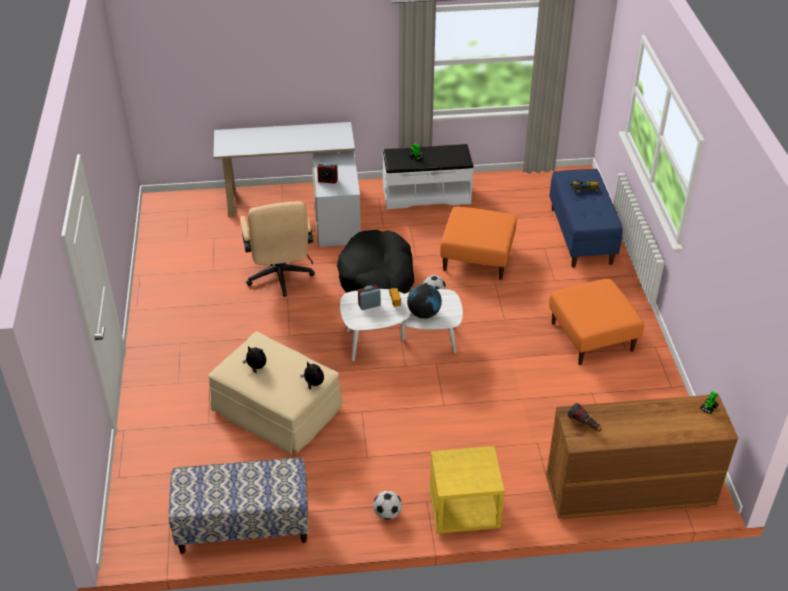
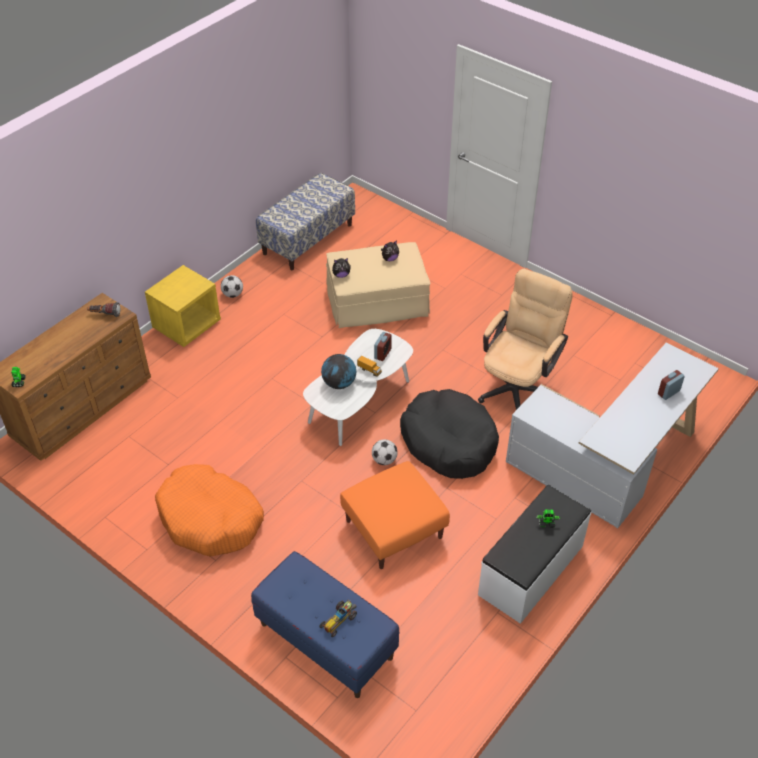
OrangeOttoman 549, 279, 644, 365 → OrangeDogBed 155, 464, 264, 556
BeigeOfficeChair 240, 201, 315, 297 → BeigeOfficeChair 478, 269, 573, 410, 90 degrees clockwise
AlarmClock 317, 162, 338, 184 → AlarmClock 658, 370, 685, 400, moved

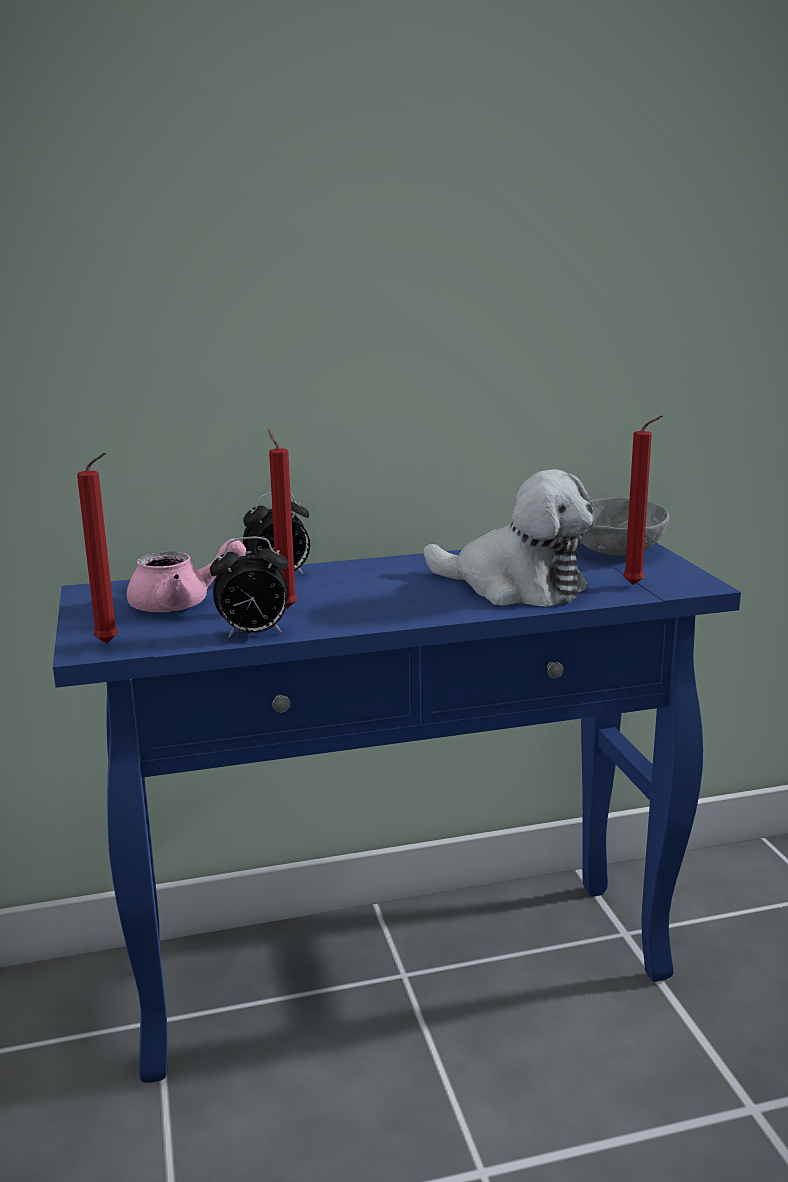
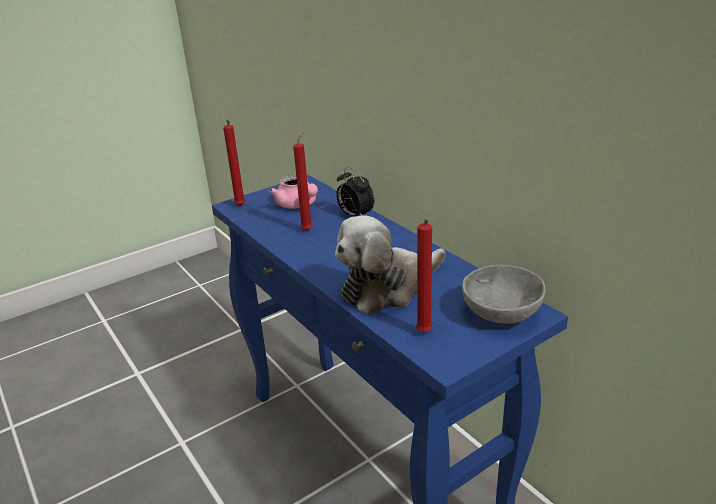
PlushToy 423, 469, 594, 607 → PlushToy 335, 215, 445, 314, 45 degrees clockwise
AlarmClock 210, 537, 288, 638 → -

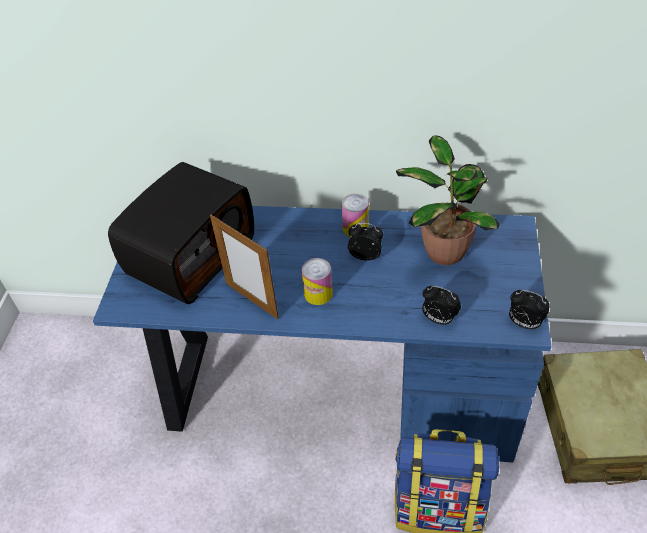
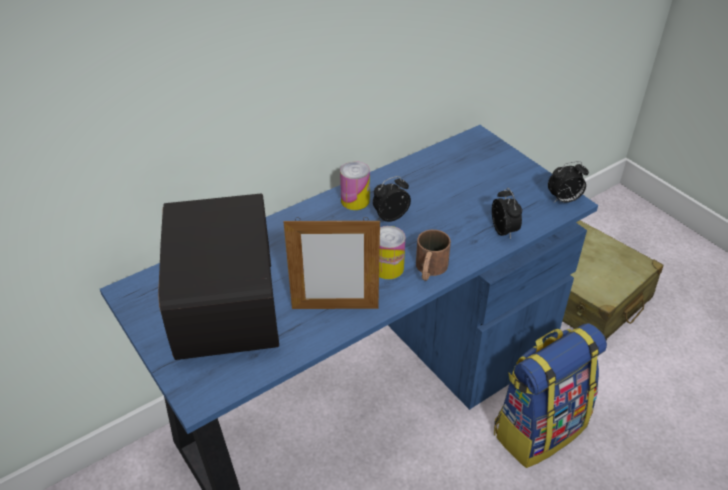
- → BrownMug 416, 230, 451, 281
AlarmClock 422, 286, 461, 325 → AlarmClock 492, 188, 522, 239, 90 degrees counterclockwise
PottedPlant 396, 135, 500, 265 → -

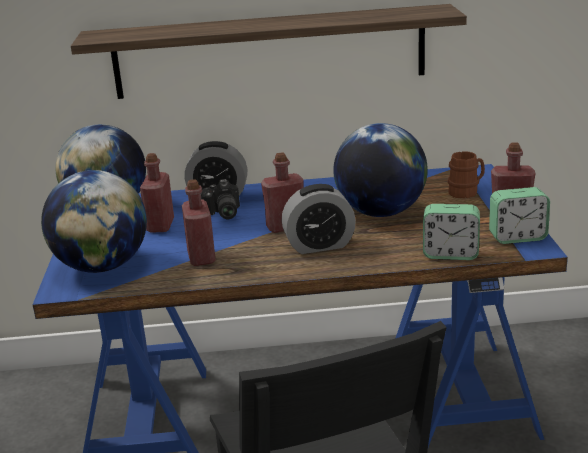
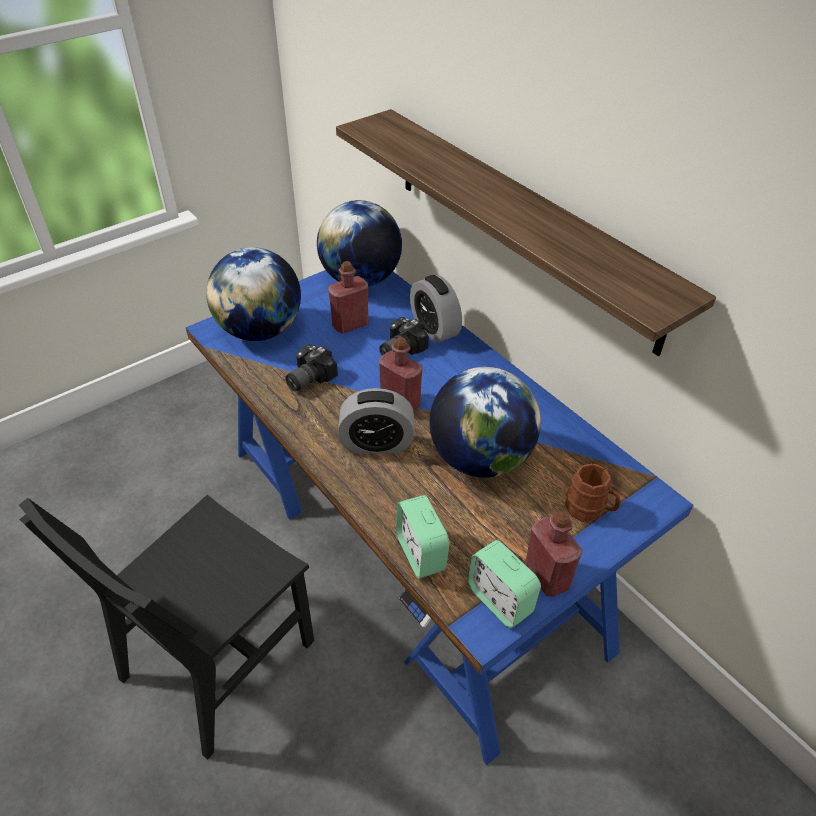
RedBottle 182, 179, 216, 266 → PhotoCamera 285, 344, 338, 391
AlarmClock 282, 184, 356, 254 → AlarmClock 338, 388, 414, 454, 45 degrees counterclockwise

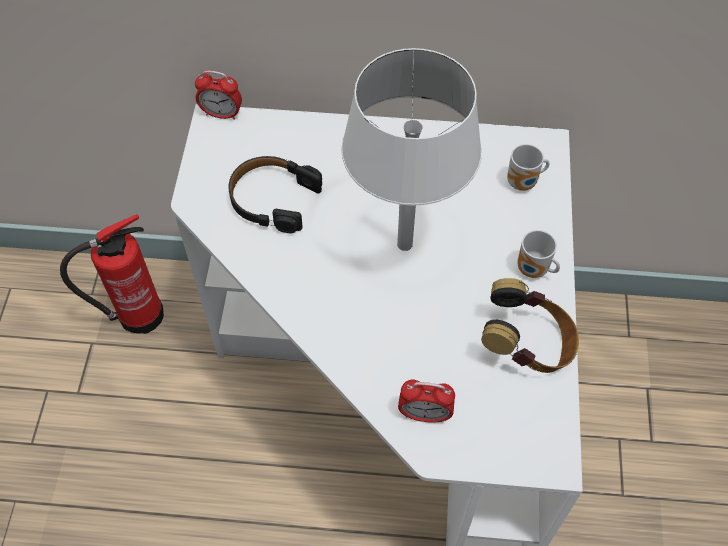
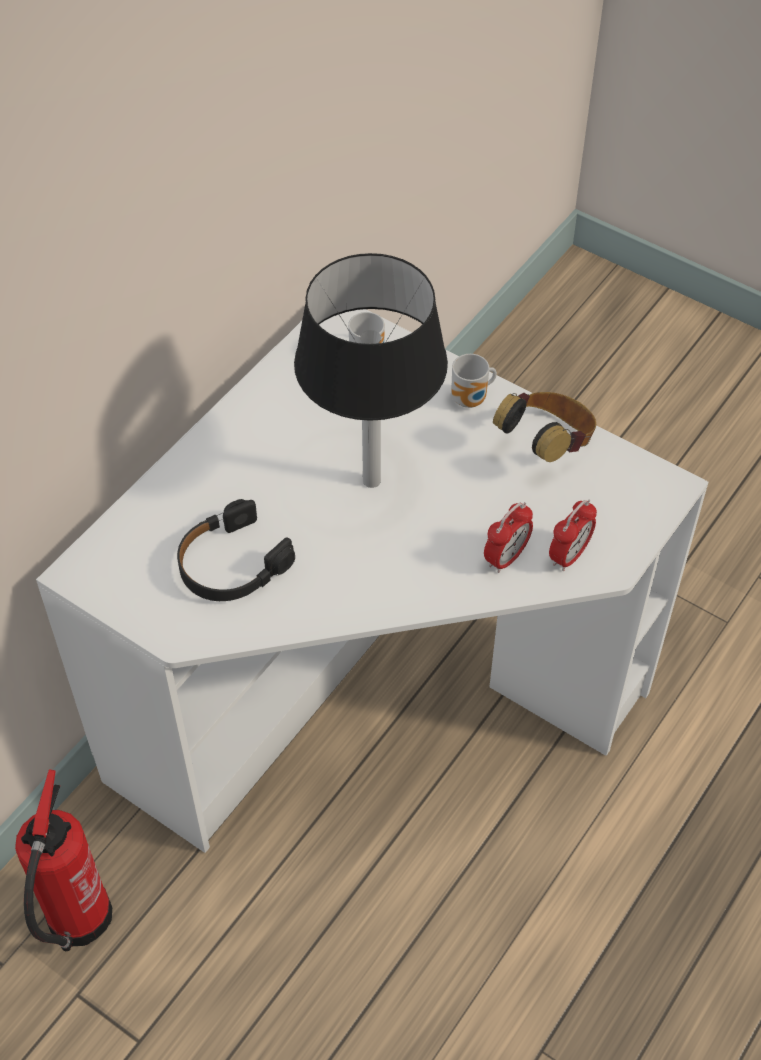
WhiteTableLamp 341, 48, 482, 251 → BlackTableLamp 294, 253, 448, 488
AlarmClock 195, 70, 242, 120 → AlarmClock 484, 502, 533, 573, moved

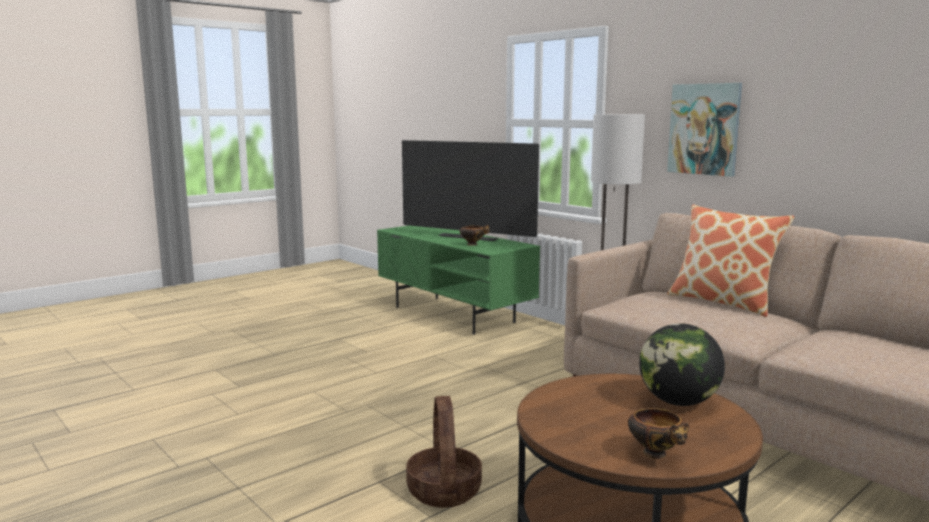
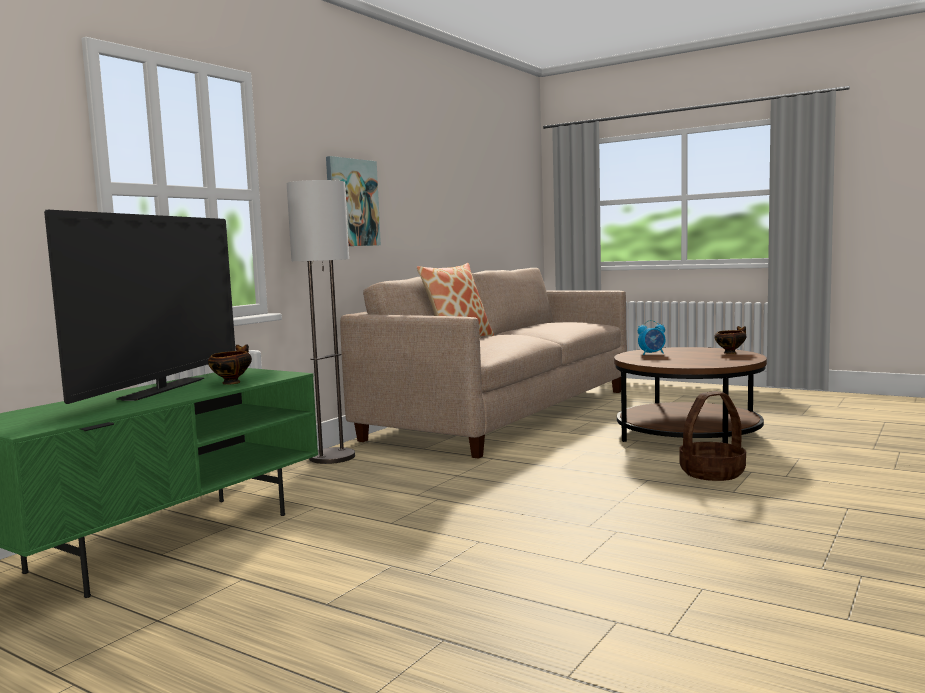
Globe 639, 323, 725, 406 → AlarmClock 638, 320, 665, 355

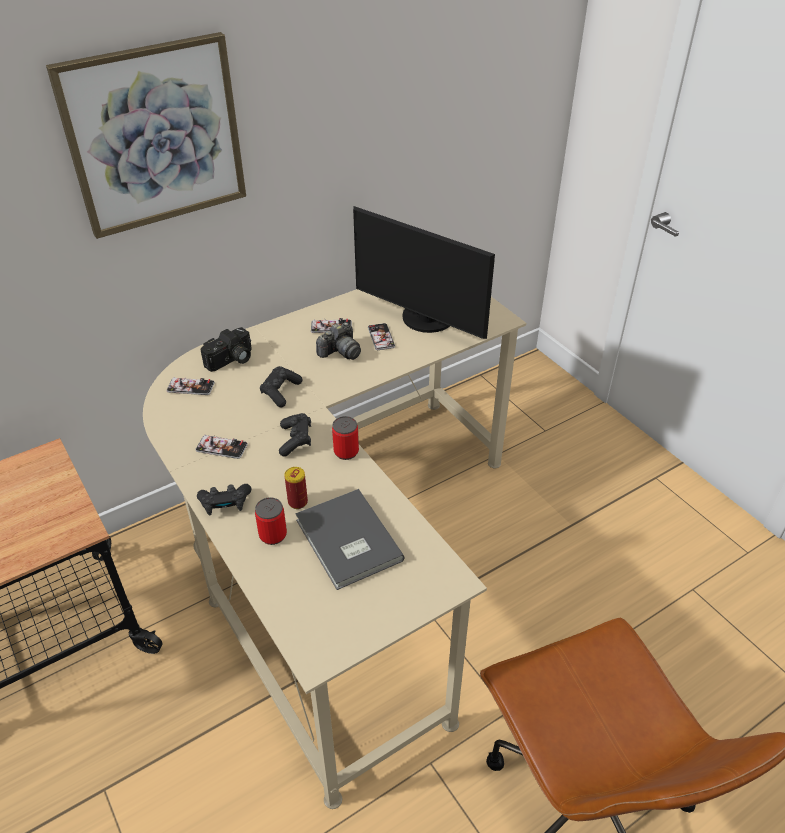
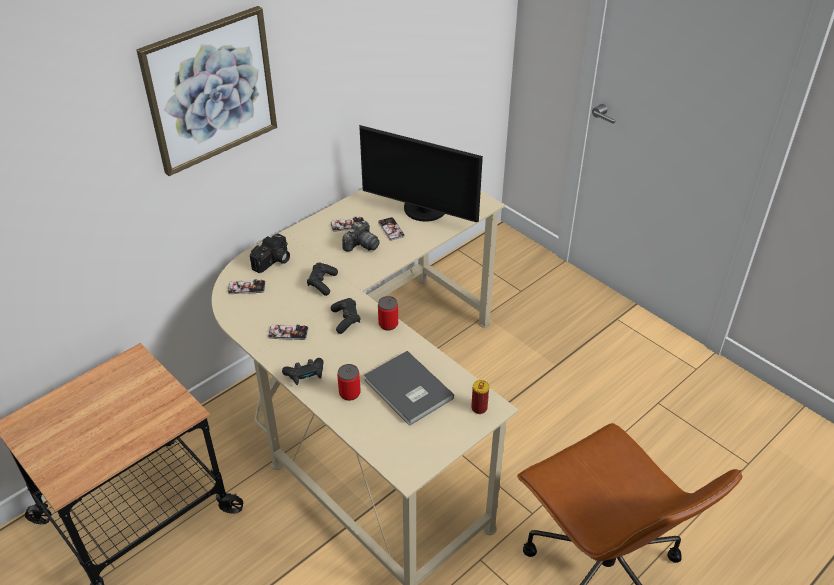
Can 284, 467, 308, 509 → Can 471, 380, 489, 414, moved

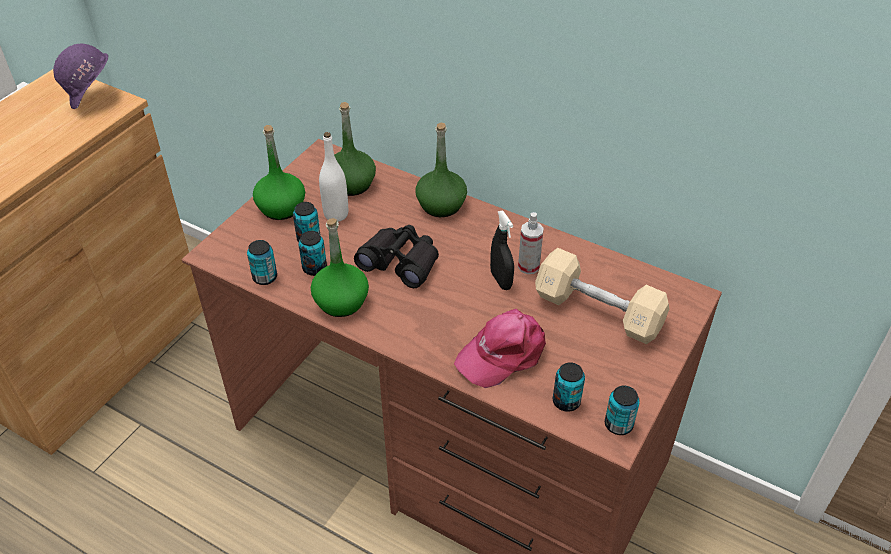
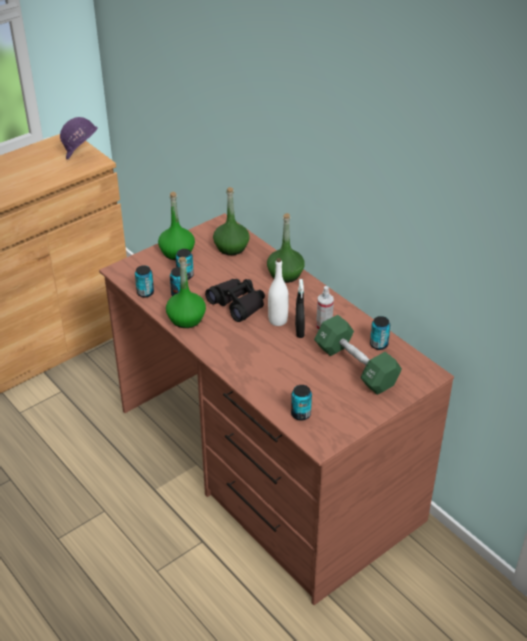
WhiteBottle 319, 132, 348, 222 → WhiteBottle 268, 258, 289, 326, moved
BeigeDumbbell 535, 248, 669, 344 → GreenDumbbell 314, 315, 402, 395
Can 605, 385, 640, 435 → Can 370, 316, 391, 350, moved
PinkCap 454, 309, 546, 388 → -

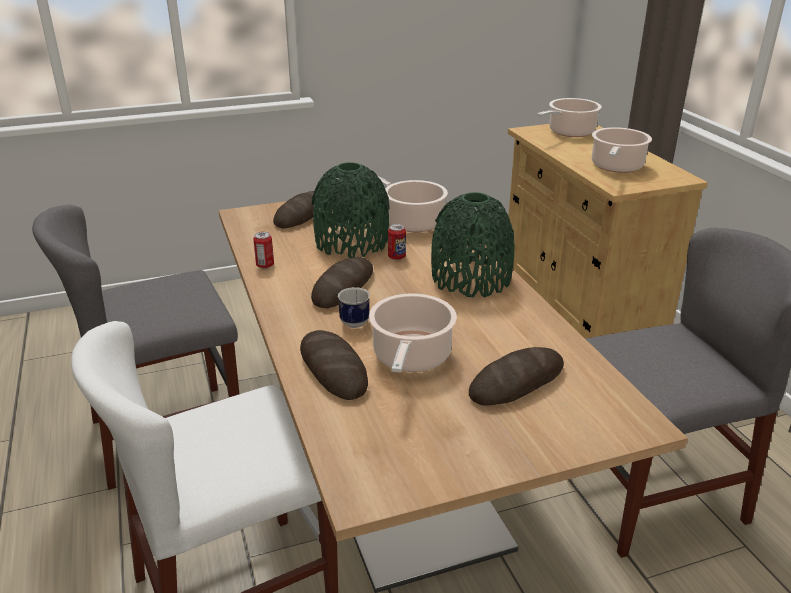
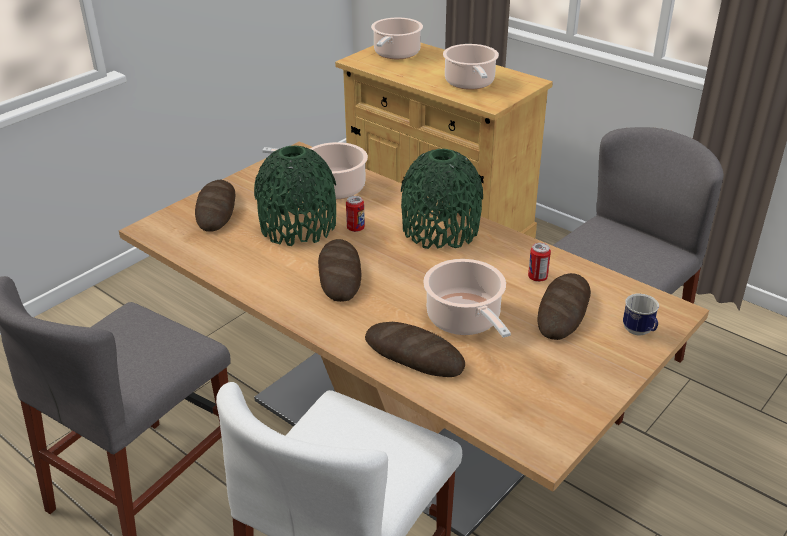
Can 253, 232, 274, 268 → Can 528, 243, 551, 282, moved
Mug 338, 287, 370, 328 → Mug 623, 294, 659, 336, moved

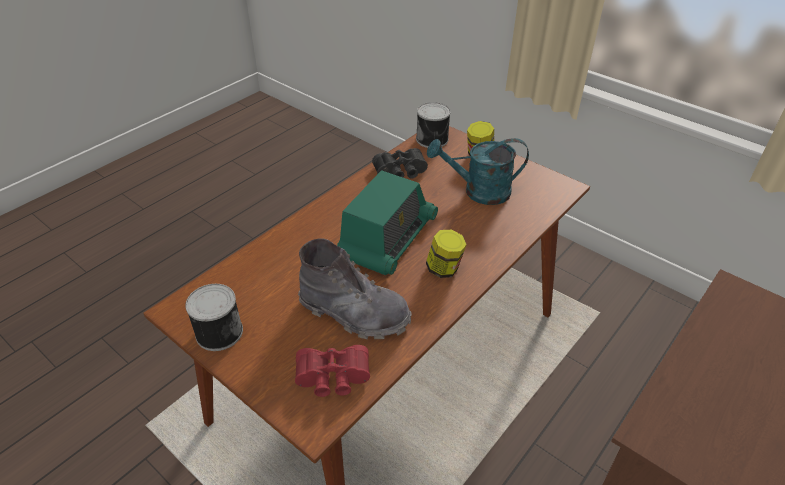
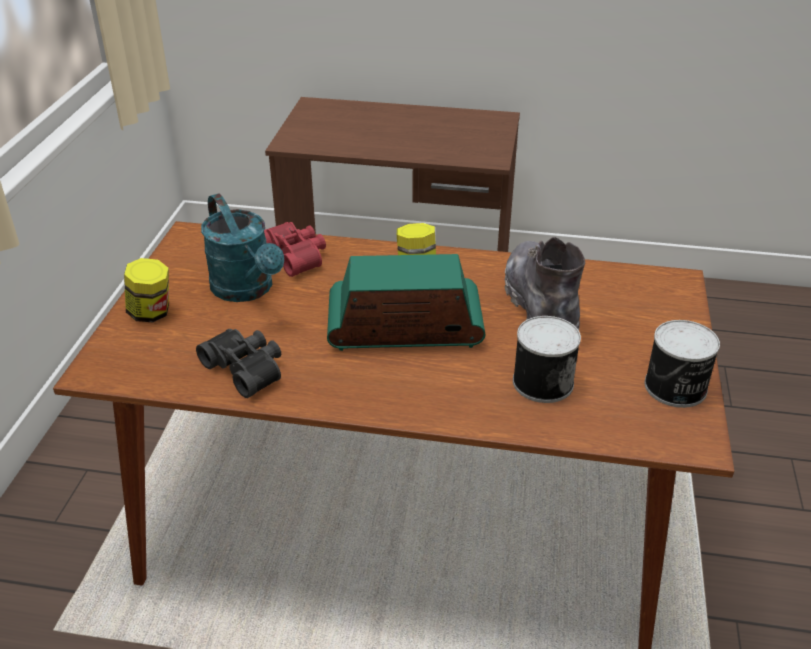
RedBinoculars 295, 345, 370, 397 → RedBinoculars 264, 222, 326, 277, moved
Can 416, 102, 451, 148 → Can 513, 316, 581, 403, moved

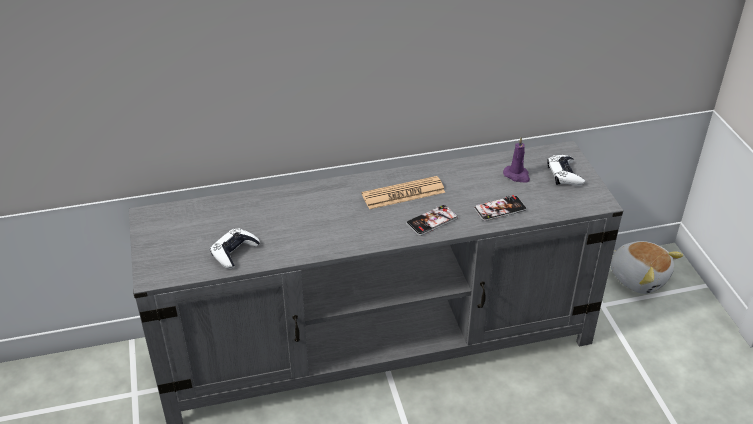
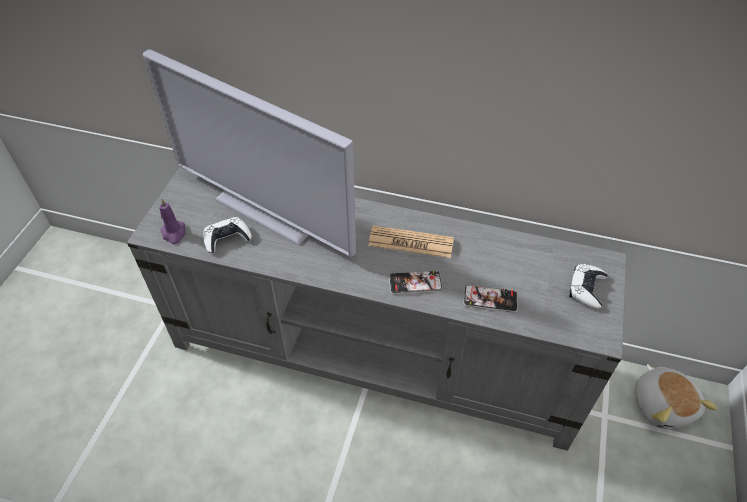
- → Television 143, 49, 356, 257
PurpleCandle 503, 137, 530, 182 → PurpleCandle 159, 199, 186, 244, moved

